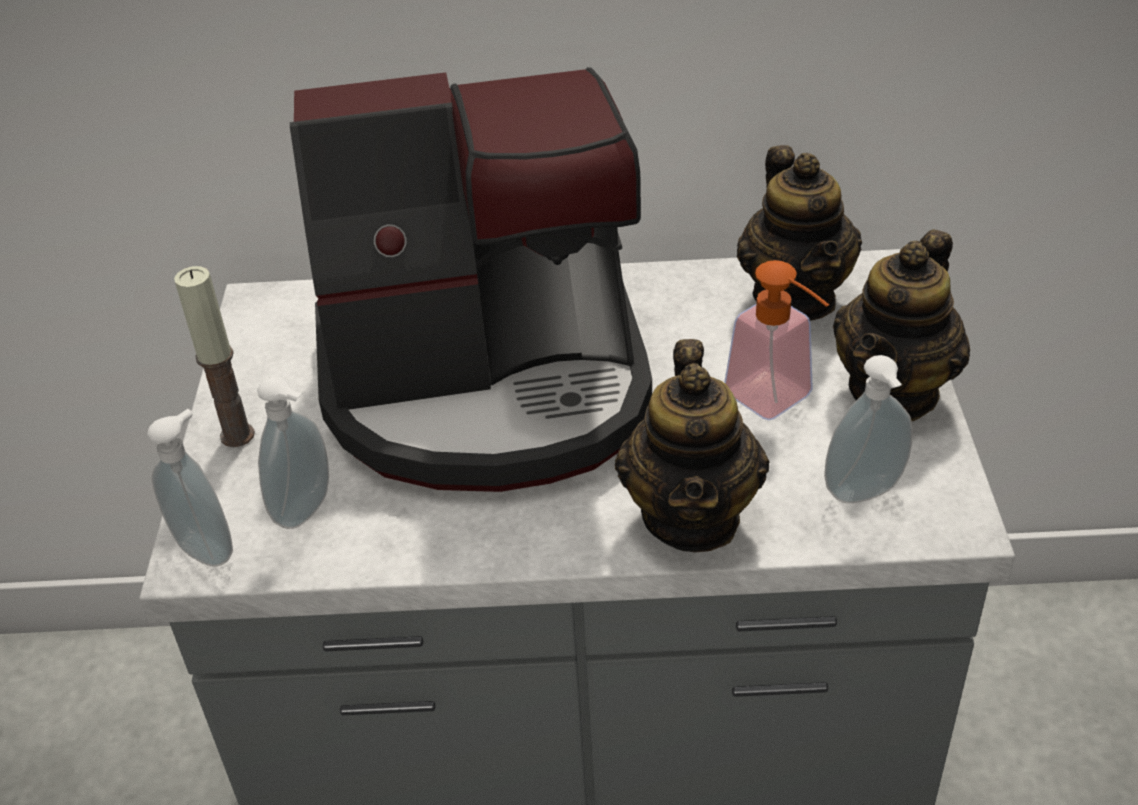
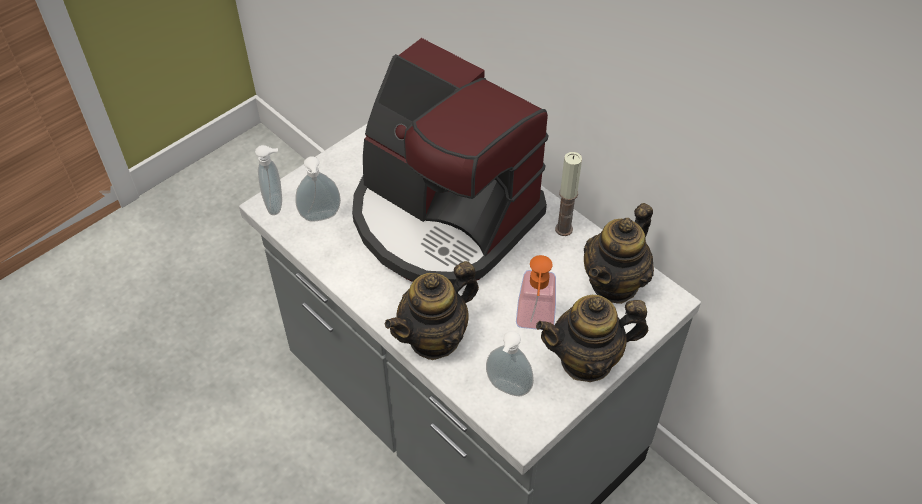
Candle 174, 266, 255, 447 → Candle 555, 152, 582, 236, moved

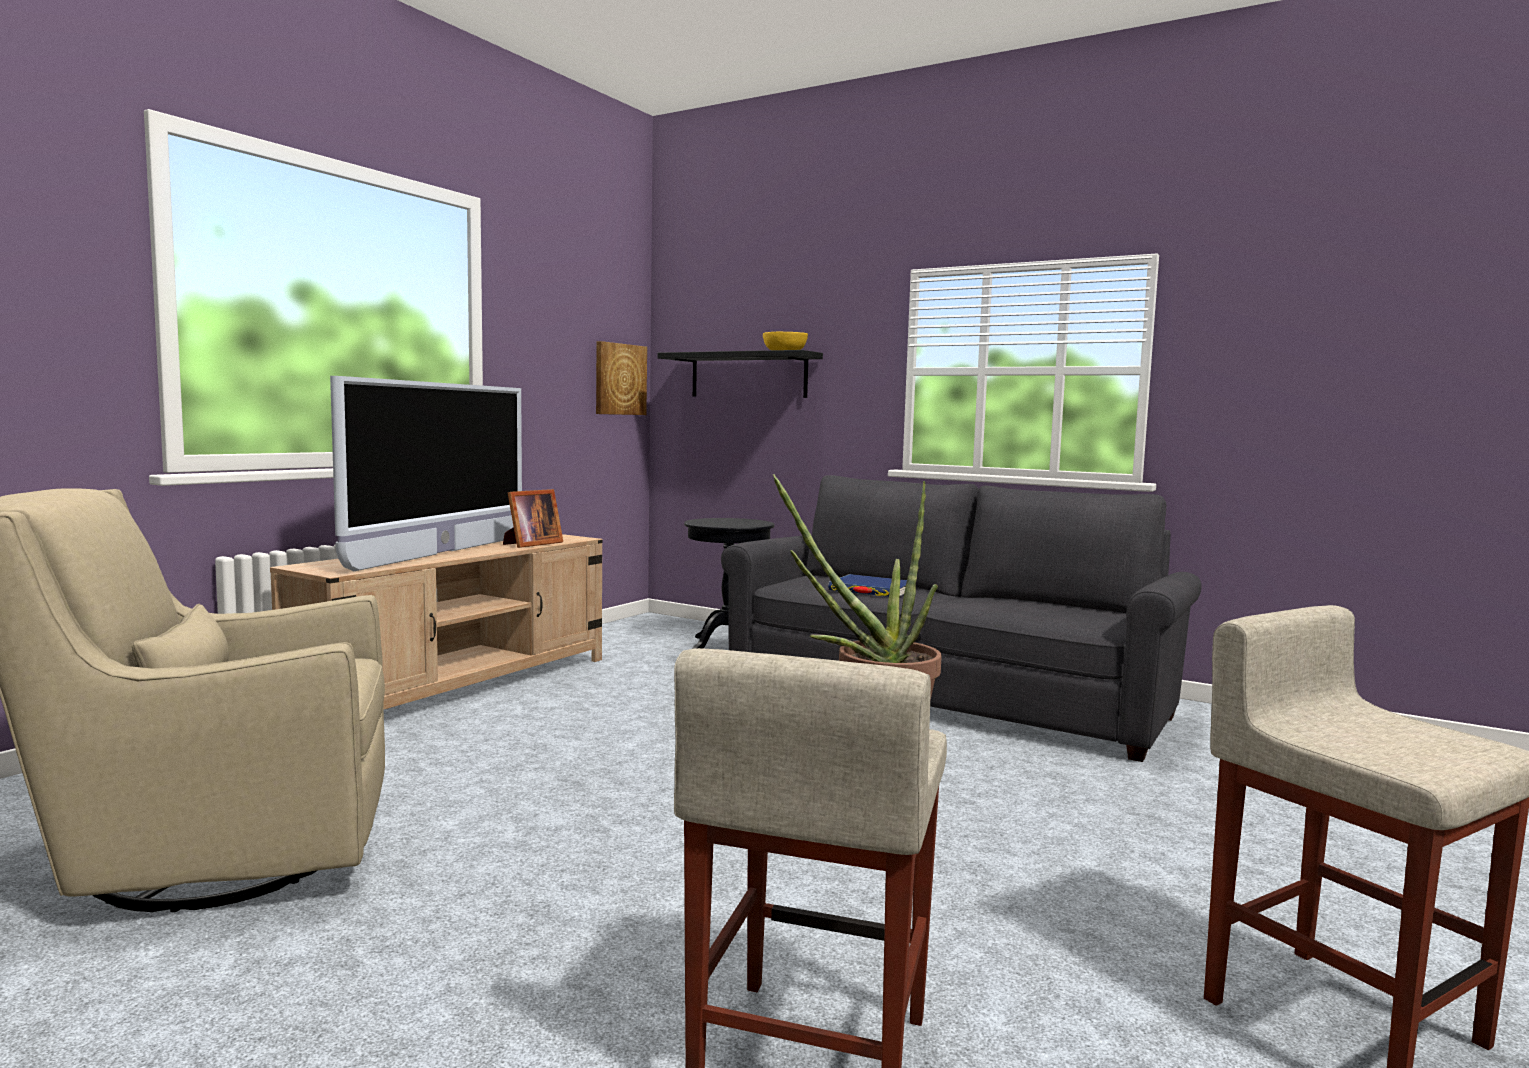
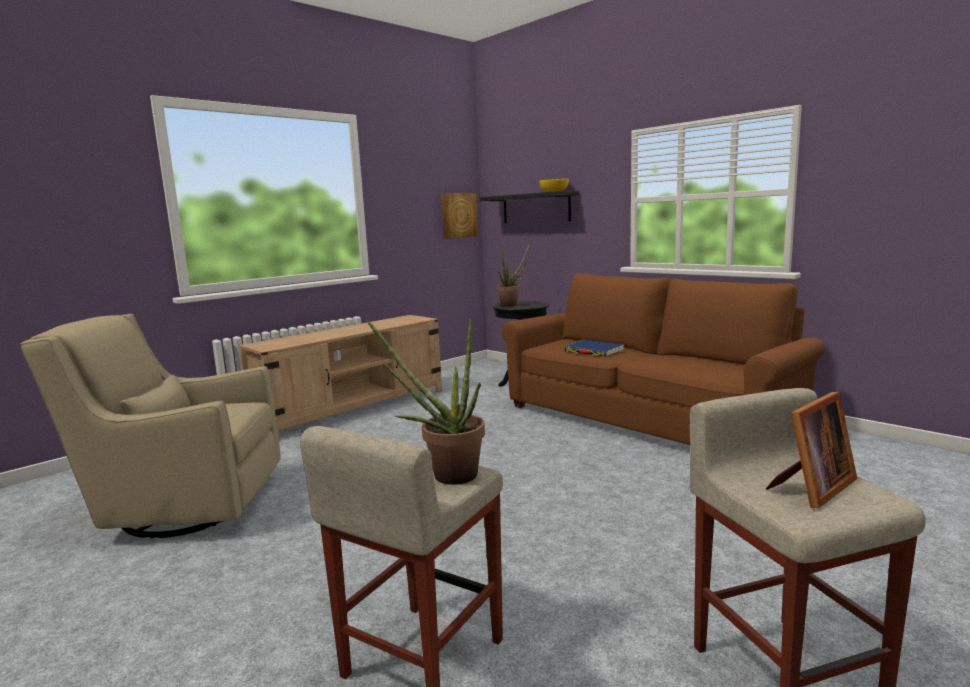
- → PottedPlant 497, 243, 530, 307
GreySofa 721, 475, 1202, 762 → BrownSofa 502, 273, 825, 445
PictureFrame 503, 489, 563, 548 → PictureFrame 766, 392, 857, 508, moved
Television 330, 376, 522, 571 → -

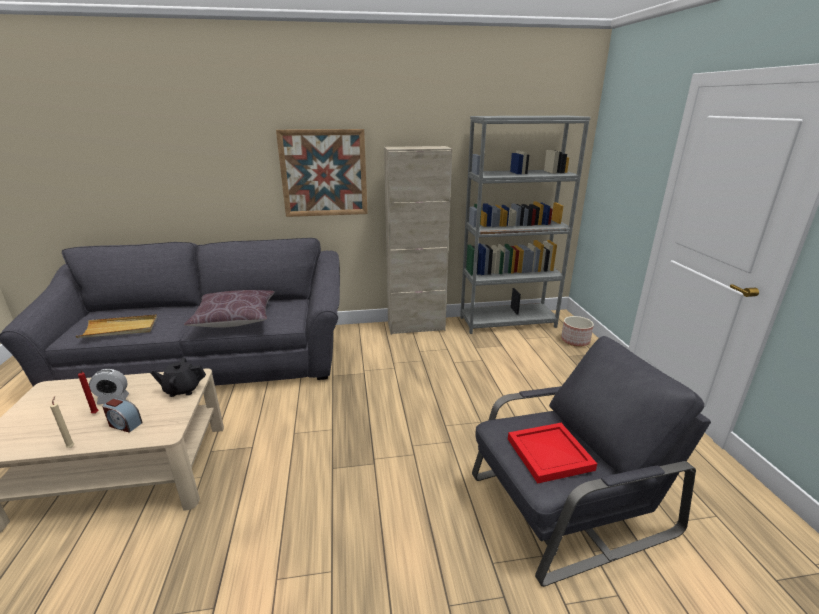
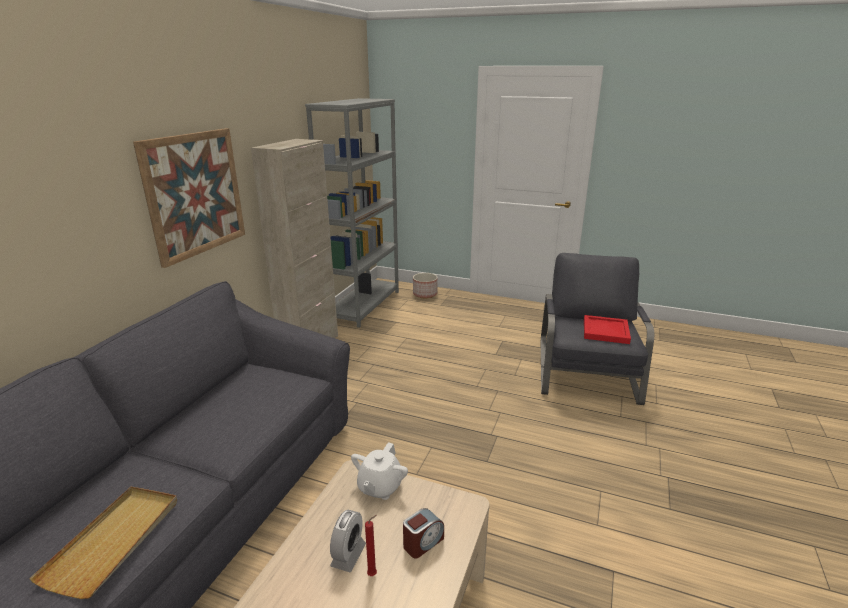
BlackTeapot 150, 358, 206, 397 → WhiteTeapot 351, 442, 408, 500
BeigeCandle 50, 397, 74, 448 → -
BrownPillow 184, 290, 274, 328 → -

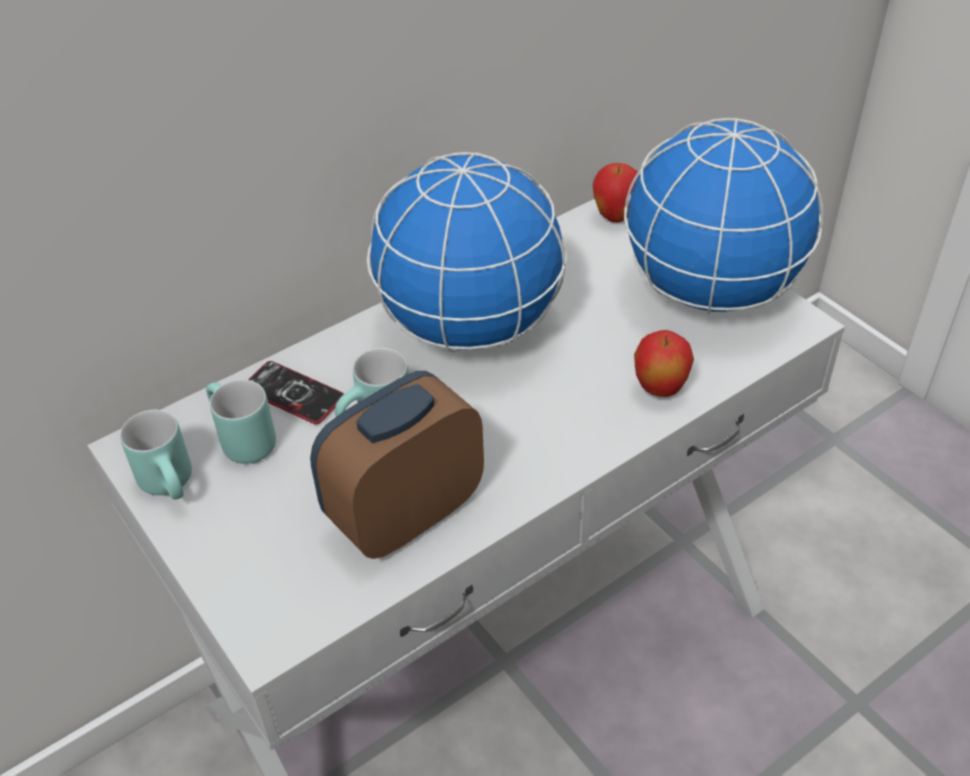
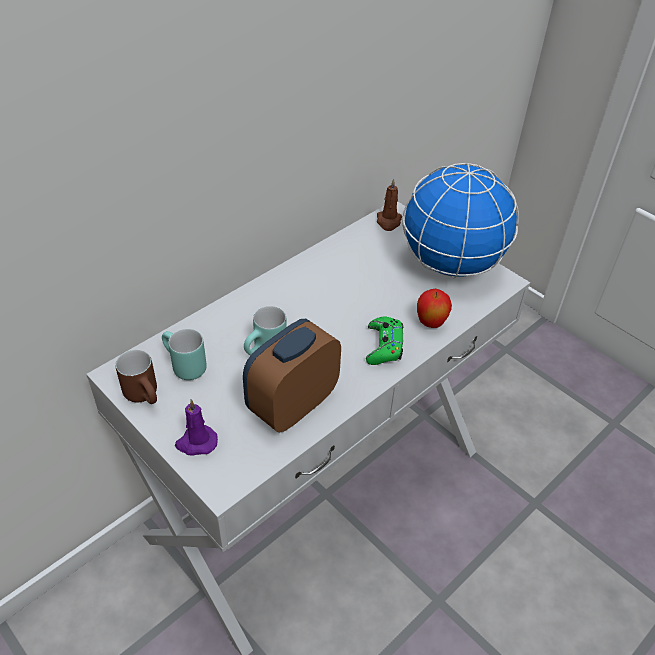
TurquoiseMug 120, 410, 192, 499 → BrownMug 115, 350, 157, 404
- → PurpleCandle 175, 399, 218, 456
- → GreenGameController 366, 317, 403, 365
Apple 593, 163, 638, 223 → BrownCandle 377, 178, 402, 231
Phone 248, 361, 344, 424 → -
Globe 367, 152, 567, 353 → -

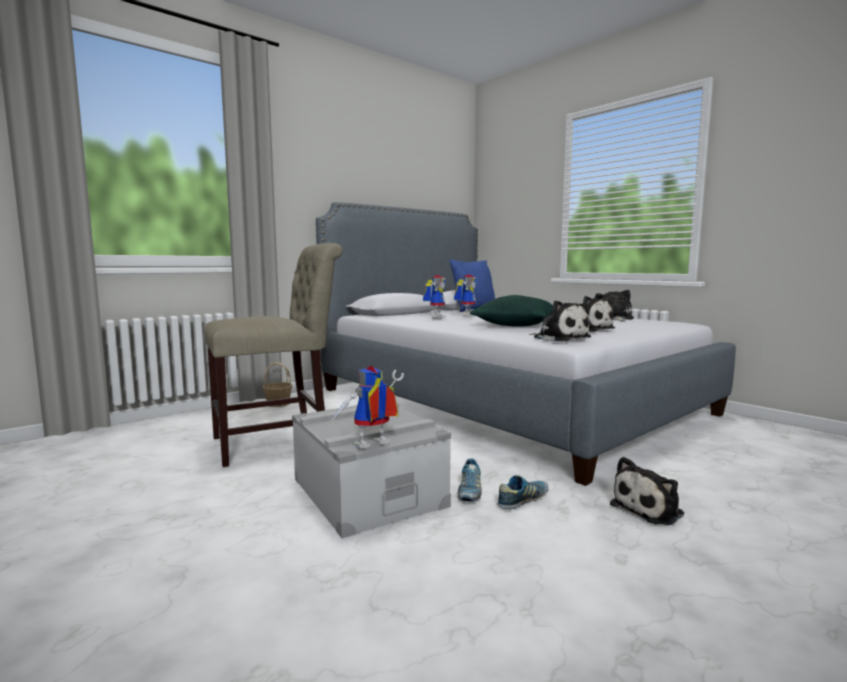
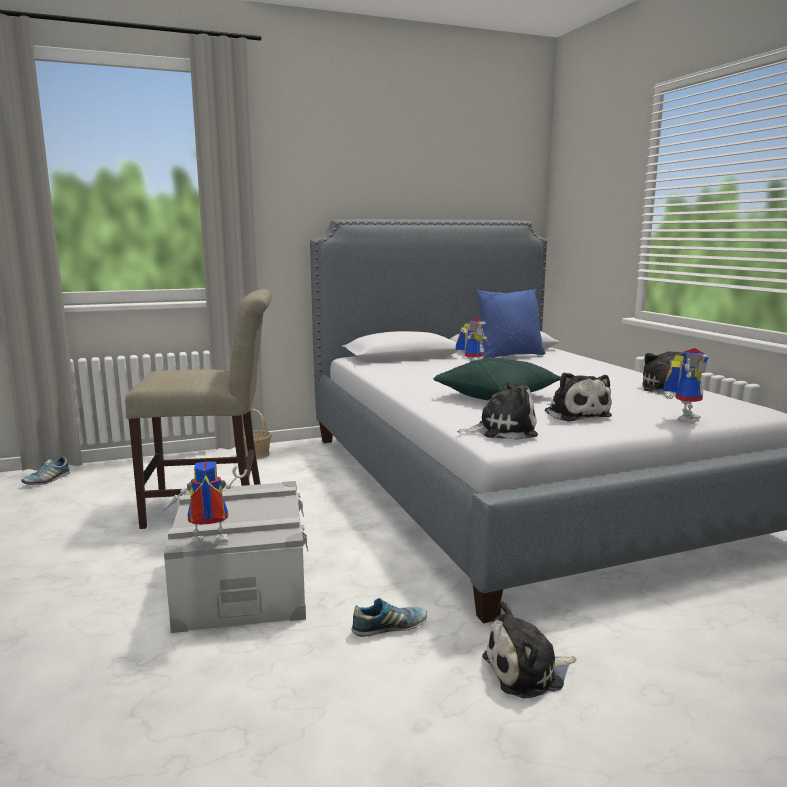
Shoe 458, 458, 482, 502 → Shoe 21, 456, 70, 485, moved
PlushToy 529, 300, 591, 342 → PlushToy 457, 381, 538, 440, 75 degrees counterclockwise
ToyRobot 423, 275, 446, 319 → ToyRobot 663, 348, 709, 424, moved

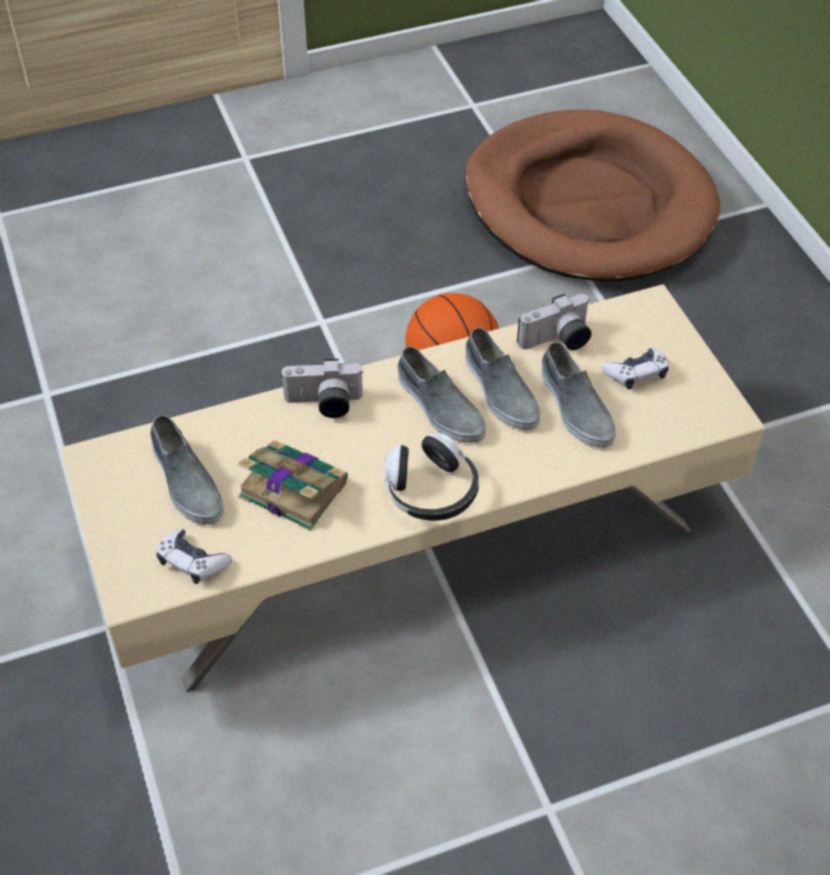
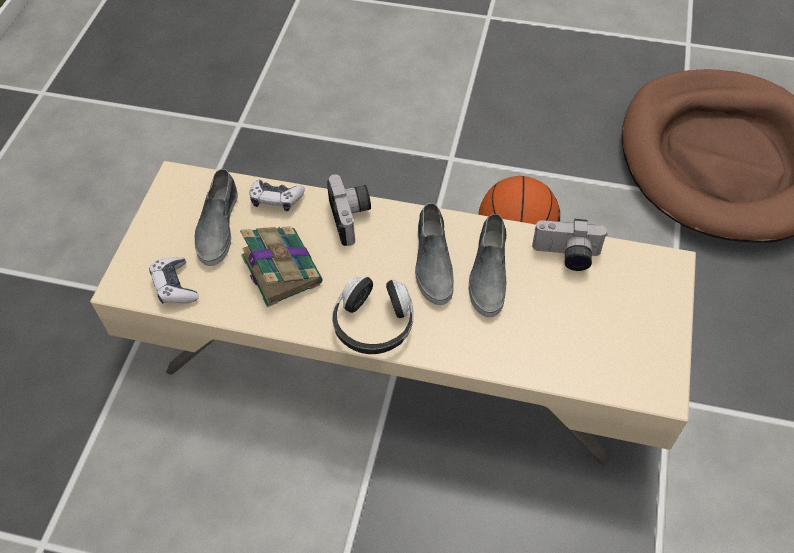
GameController 601, 348, 669, 389 → GameController 250, 180, 305, 211, moved
PhotoCamera 281, 359, 364, 418 → PhotoCamera 327, 174, 371, 246, 135 degrees counterclockwise
GreyShoe 541, 342, 616, 448 → -

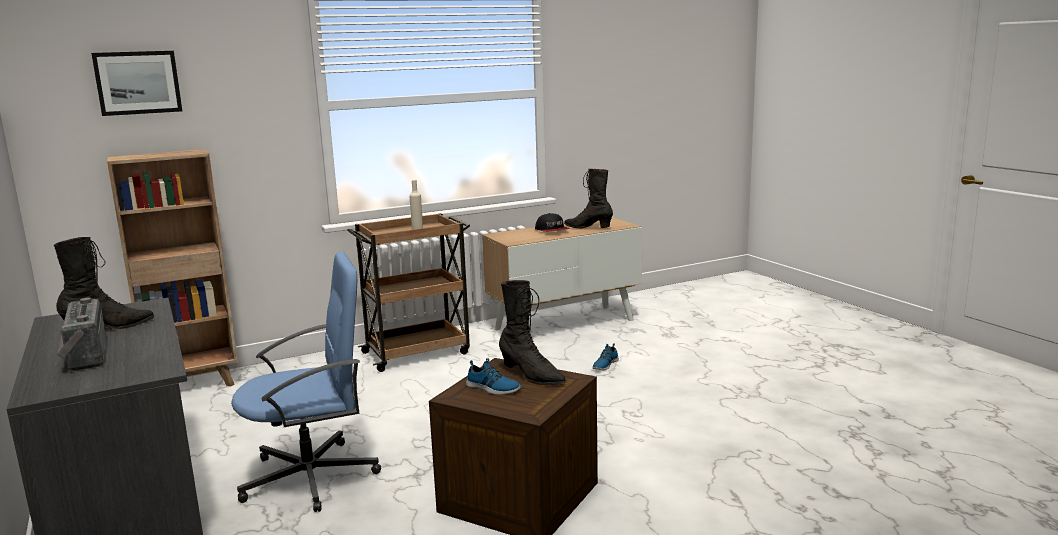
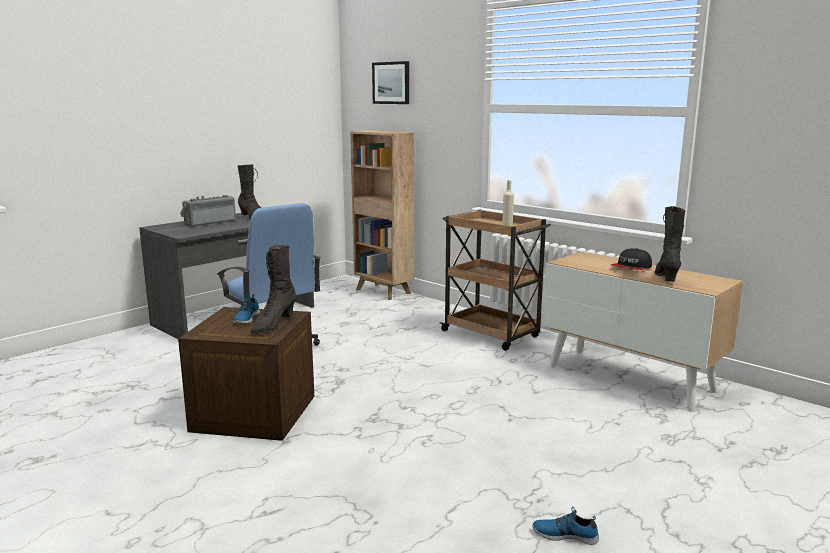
Shoe 592, 343, 619, 370 → Shoe 533, 507, 599, 545, moved

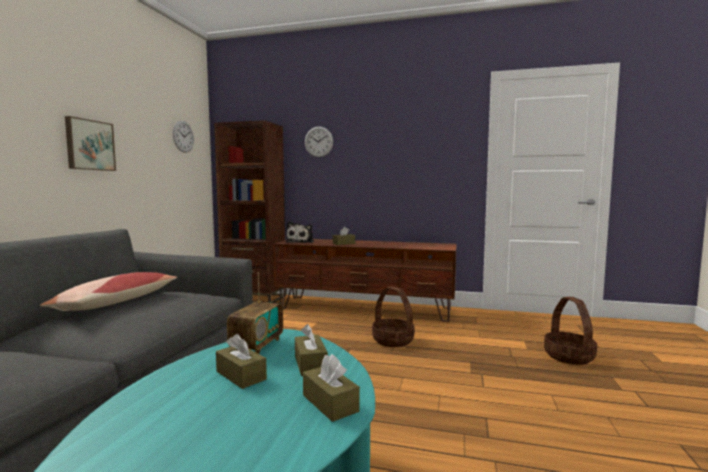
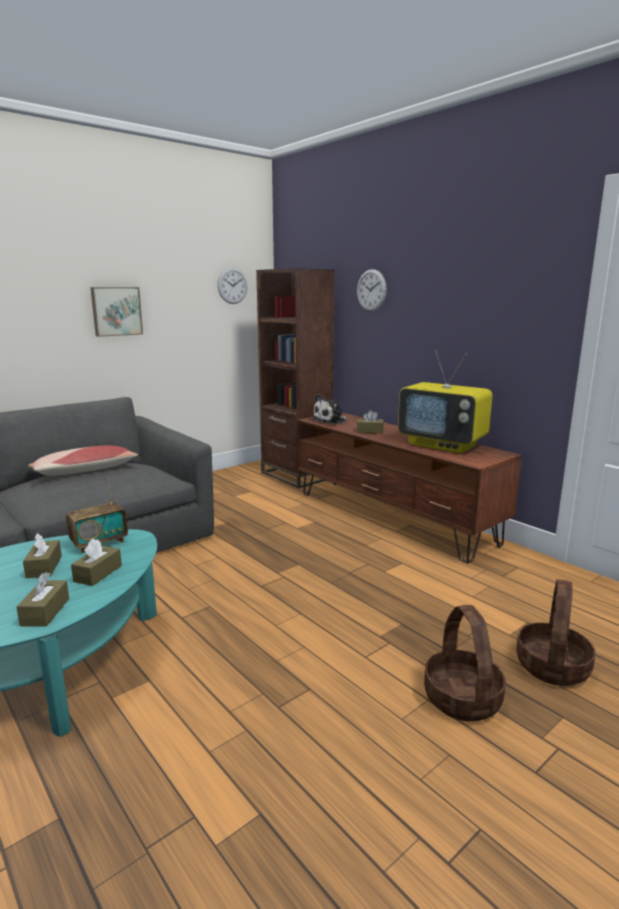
- → Television 398, 351, 492, 453
Basket 372, 286, 415, 347 → Basket 424, 605, 506, 722, moved

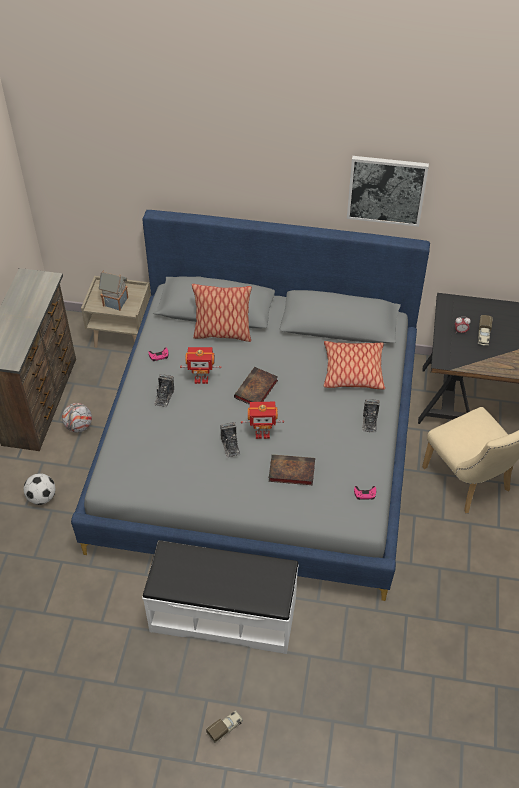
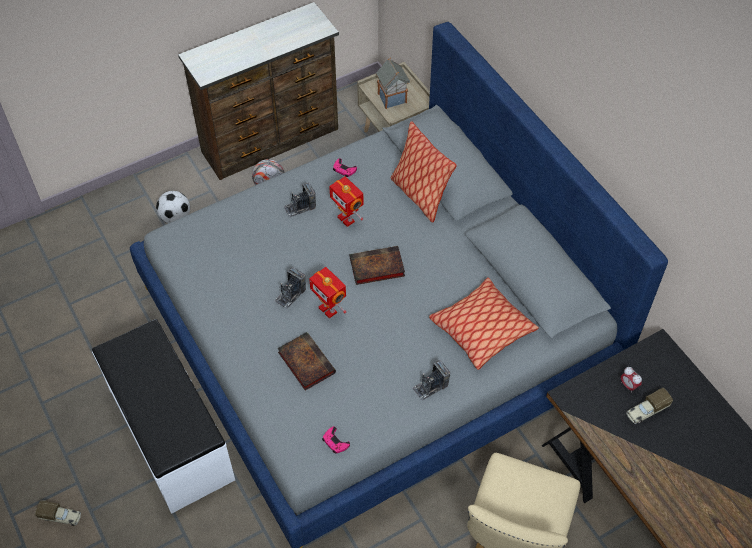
Picture 347, 156, 429, 227 → -

